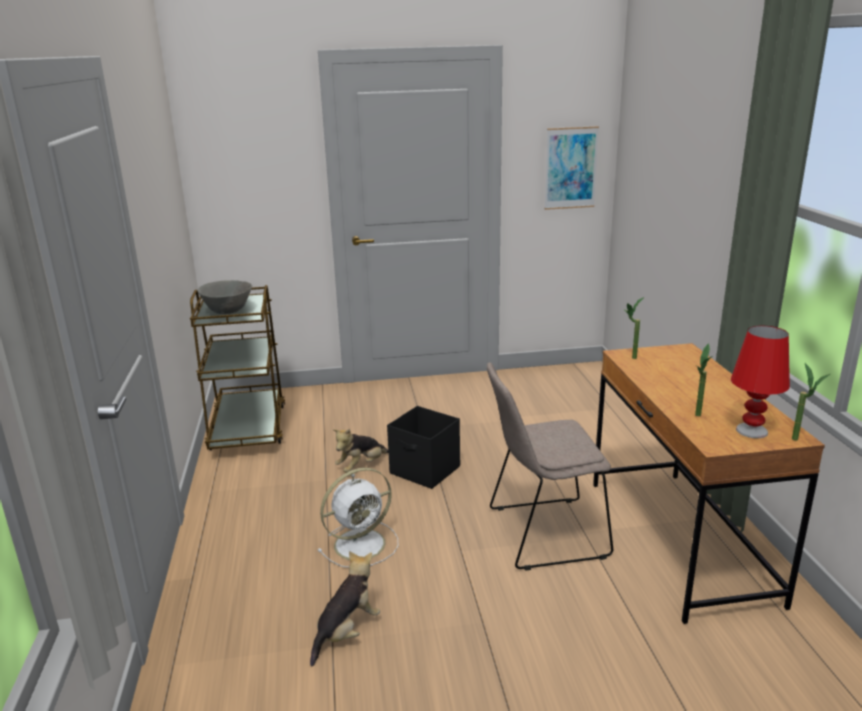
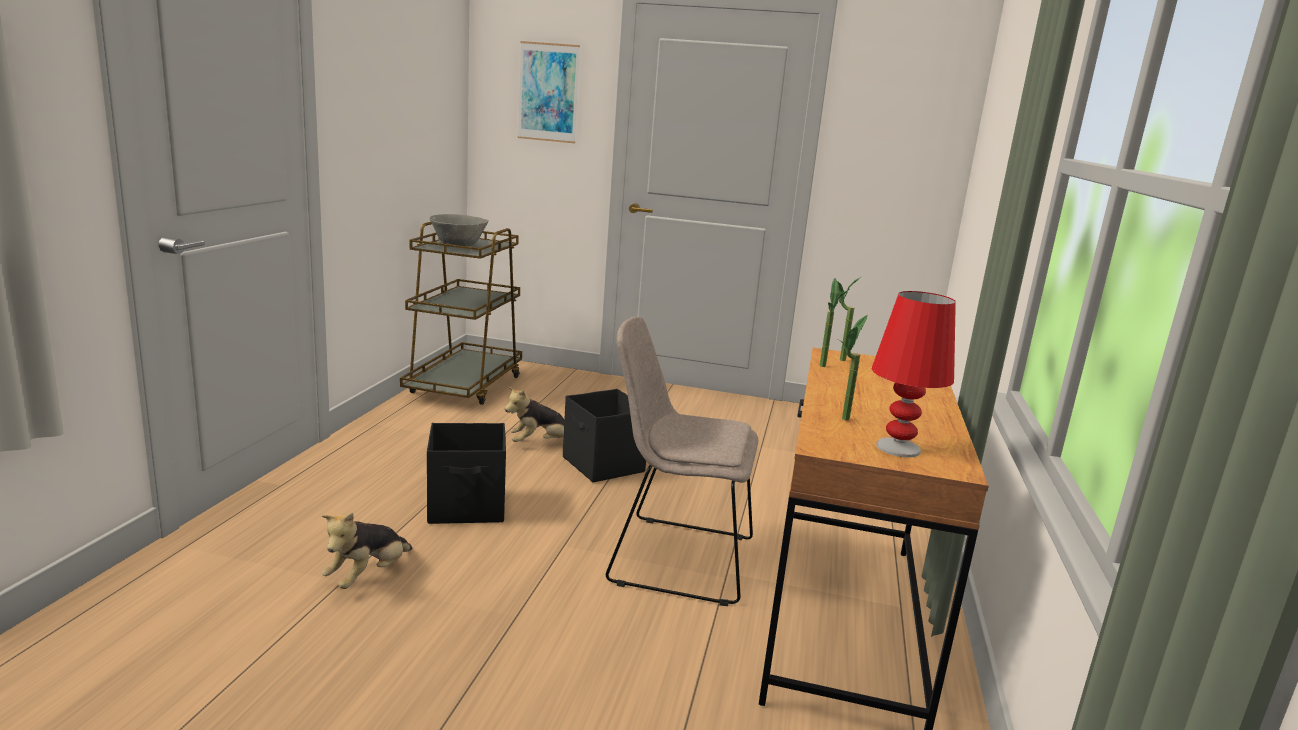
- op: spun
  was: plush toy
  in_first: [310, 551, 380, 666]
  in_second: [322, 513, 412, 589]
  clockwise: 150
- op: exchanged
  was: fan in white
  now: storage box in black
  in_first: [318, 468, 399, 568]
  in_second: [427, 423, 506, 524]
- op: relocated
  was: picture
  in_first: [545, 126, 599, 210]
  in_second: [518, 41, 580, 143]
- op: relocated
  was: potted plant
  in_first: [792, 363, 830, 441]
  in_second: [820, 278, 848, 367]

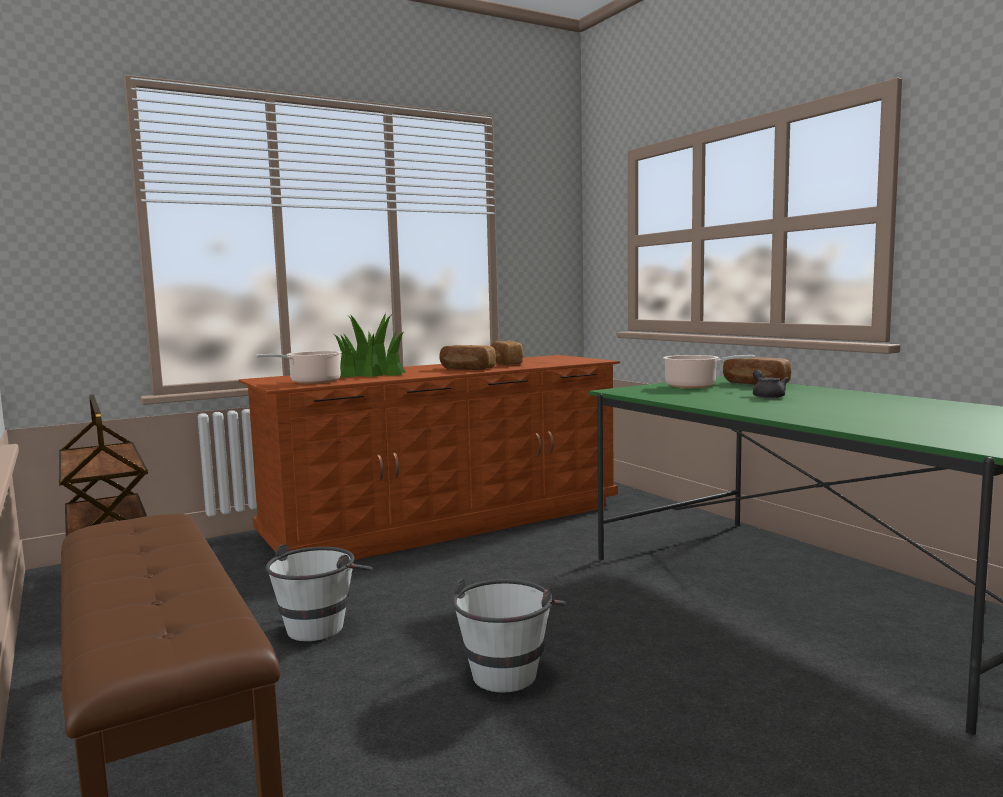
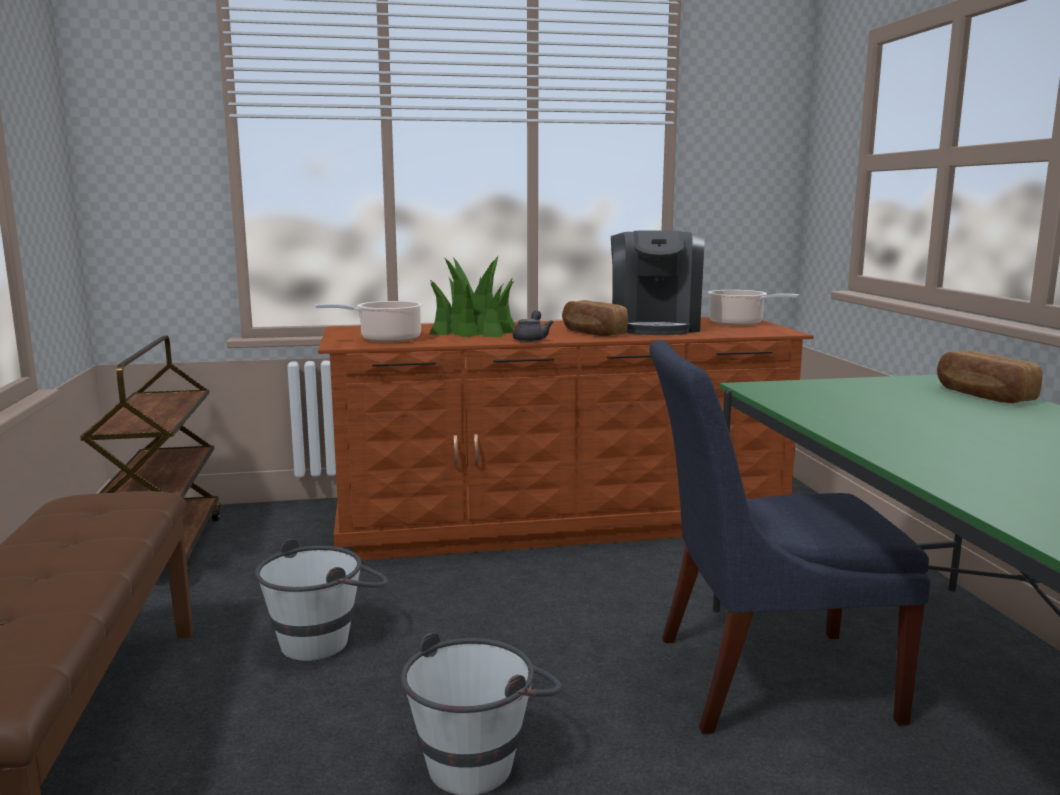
- op: exchanged
  was: bread
  now: coffee machine
  in_first: [491, 341, 523, 365]
  in_second: [611, 230, 705, 335]
- op: relocated
  was: cooking pot
  in_first: [663, 355, 755, 388]
  in_second: [708, 290, 799, 326]
- op: relocated
  was: teapot in grey
  in_first: [753, 370, 789, 399]
  in_second: [513, 310, 554, 342]
- op: appeared
  now: chair in blue
  in_second: [649, 340, 931, 734]

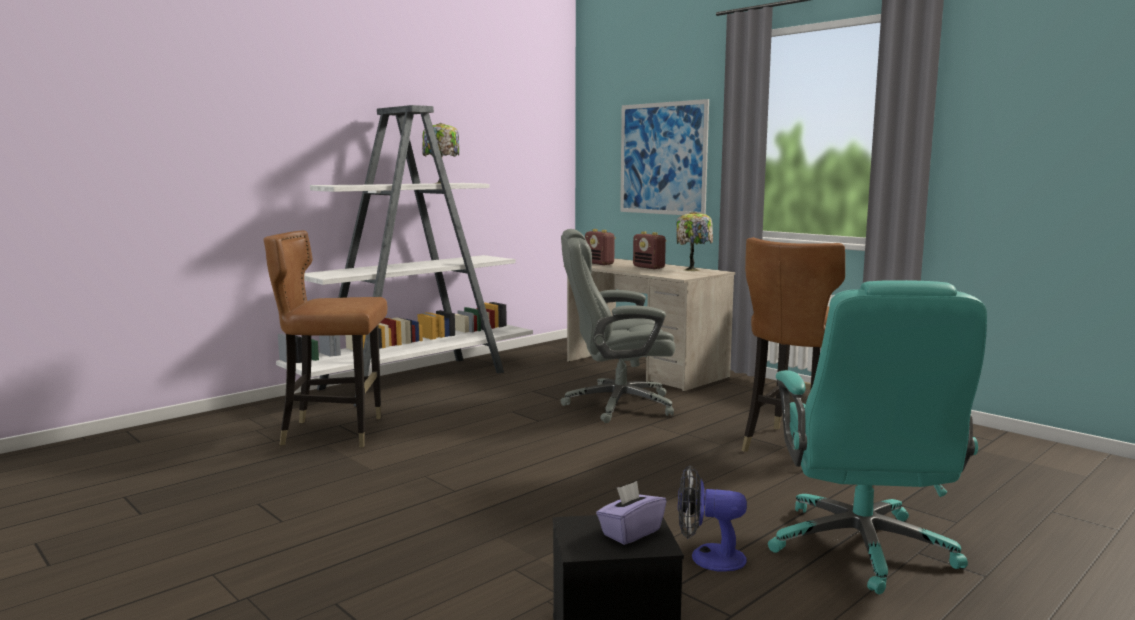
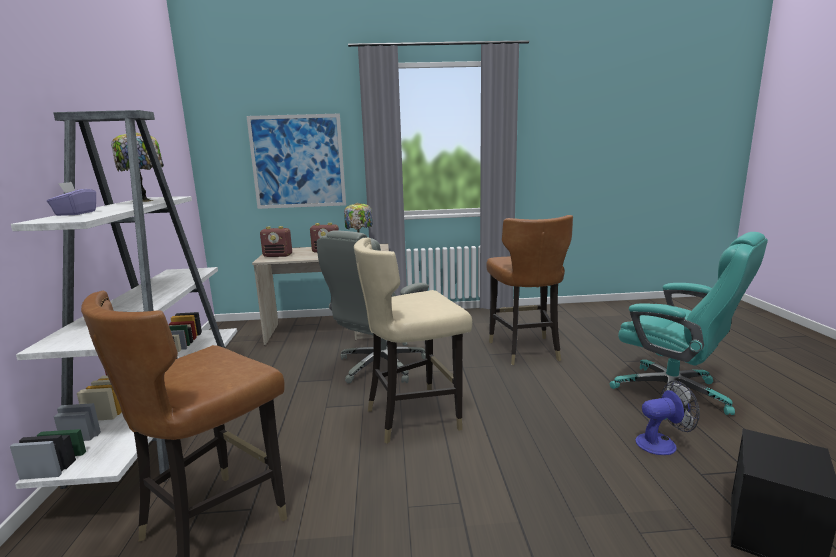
- op: relocated
  was: tissue box in purple
  in_first: [596, 481, 667, 545]
  in_second: [47, 182, 96, 216]
- op: spun
  was: fan
  in_first: [678, 465, 747, 572]
  in_second: [635, 380, 700, 455]
  clockwise: -150
- op: appeared
  now: chair in beige
  in_second: [354, 238, 472, 444]

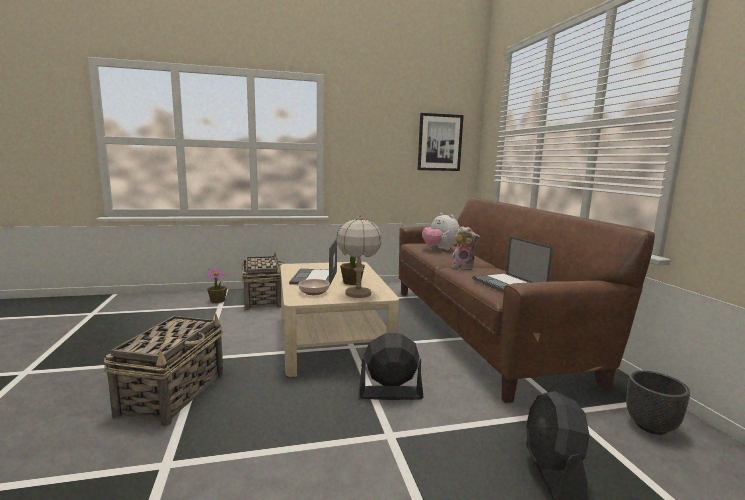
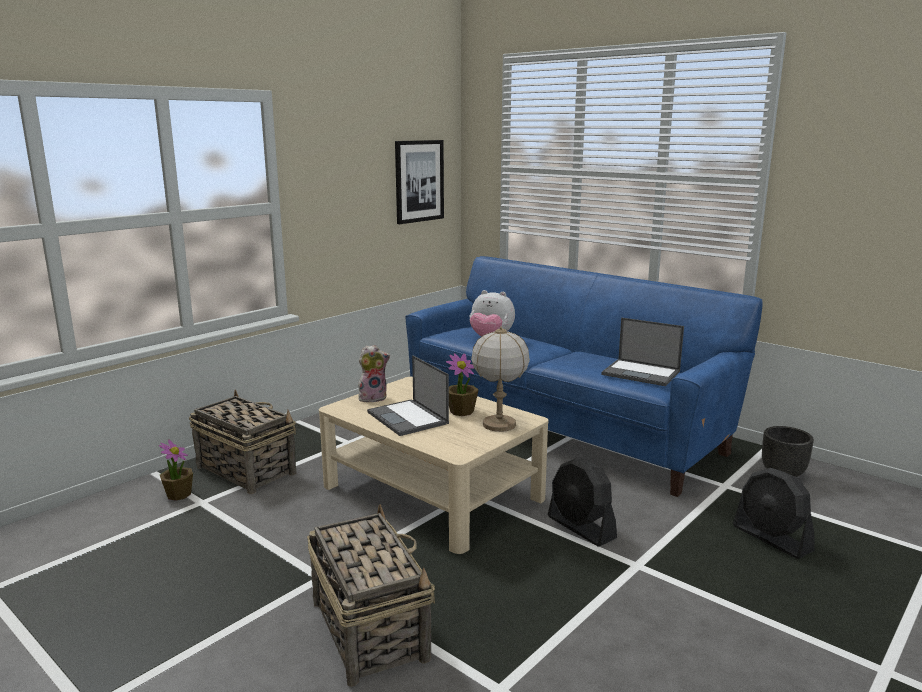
- op: missing
  was: bowl
  in_first: [298, 279, 330, 295]
- op: spun
  was: fan in black
  in_first: [359, 333, 424, 400]
  in_second: [548, 459, 617, 547]
  clockwise: -90
- op: colour
  was: sofa in brown
  now: sofa in blue
  in_first: [399, 197, 655, 403]
  in_second: [406, 256, 763, 497]
- op: relocated
  was: plush toy
  in_first: [451, 226, 480, 270]
  in_second: [358, 345, 390, 402]

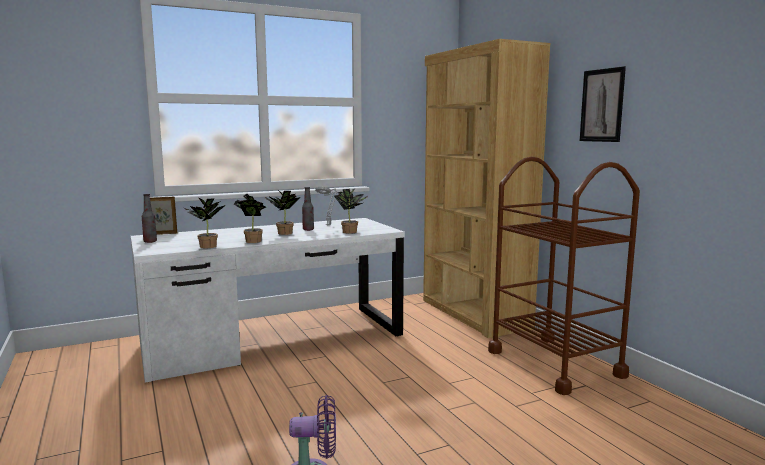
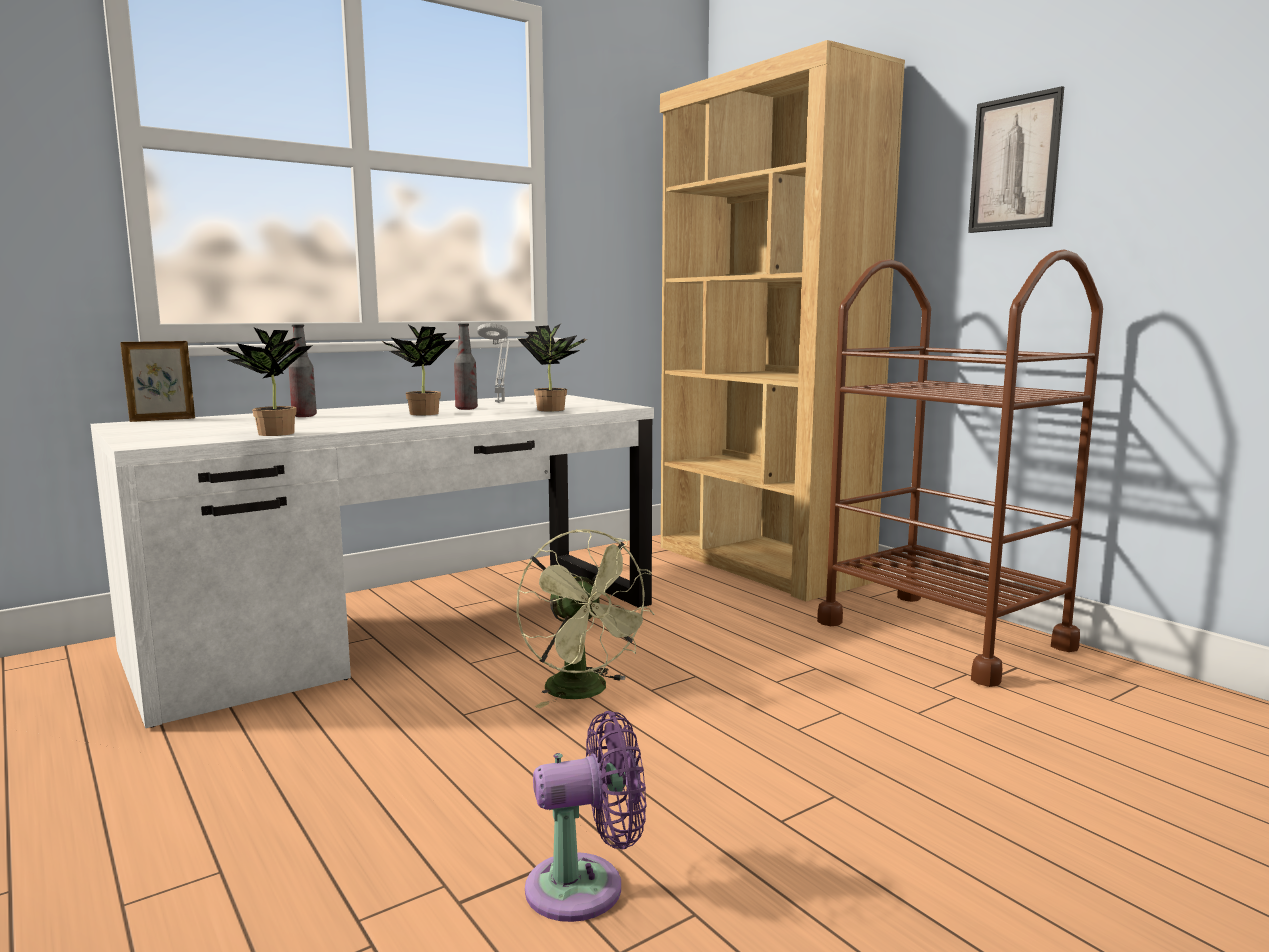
- op: relocated
  was: bottle
  in_first: [142, 194, 157, 243]
  in_second: [289, 324, 317, 417]
- op: missing
  was: potted plant
  in_first: [234, 194, 266, 243]
- op: appeared
  now: fan in green
  in_second: [516, 529, 655, 708]

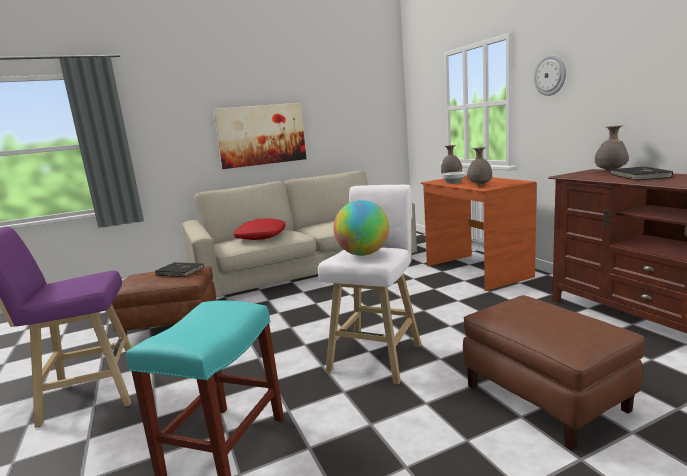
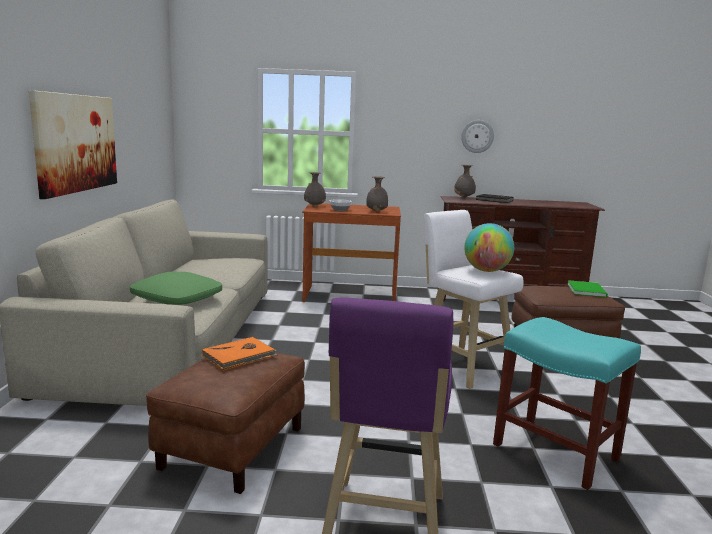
- op: colour
  was: book in black
  now: book in orange
  in_first: [155, 262, 204, 277]
  in_second: [202, 337, 277, 371]
- op: colour
  was: pillow in red
  now: pillow in green
  in_first: [233, 218, 286, 240]
  in_second: [130, 272, 222, 305]
- op: relocated
  was: wall clock
  in_first: [534, 55, 566, 96]
  in_second: [461, 120, 494, 153]
- op: appeared
  now: book in green
  in_second: [568, 280, 608, 297]

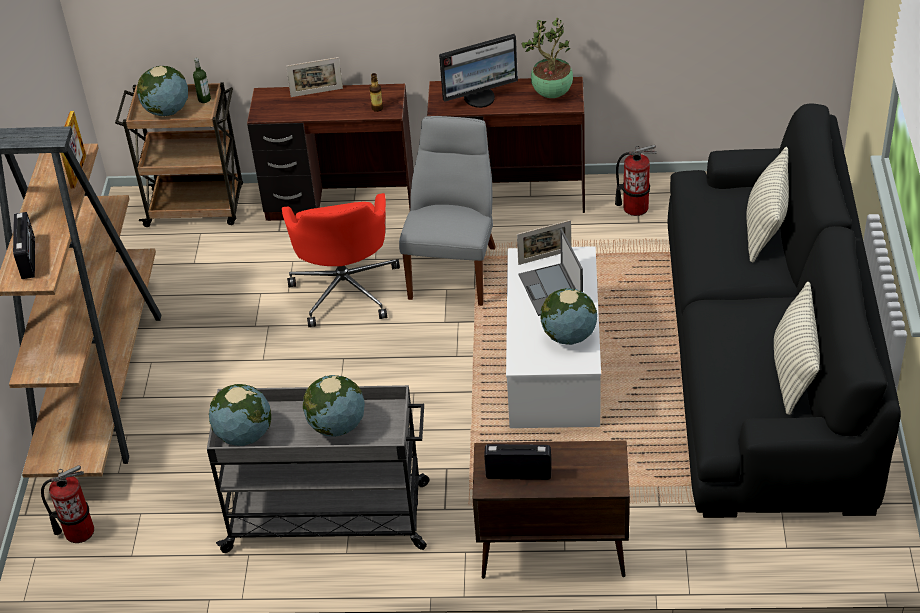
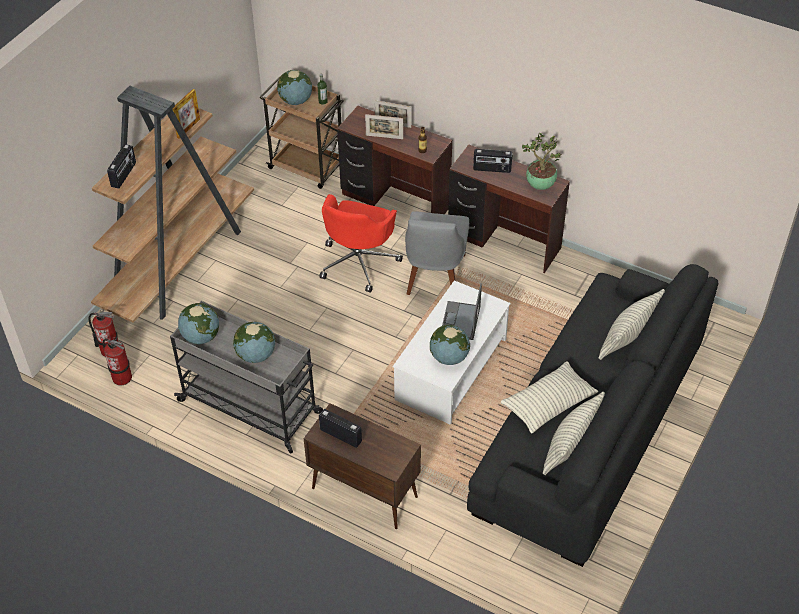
- op: spun
  was: chair in grey
  in_first: [399, 116, 496, 306]
  in_second: [405, 211, 469, 295]
  clockwise: 150
- op: exchanged
  was: monitor
  now: radio
  in_first: [439, 34, 518, 108]
  in_second: [473, 149, 513, 173]
- op: relocated
  was: picture frame
  in_first: [517, 220, 571, 265]
  in_second: [365, 114, 403, 139]
- op: relocated
  was: fire extinguisher
  in_first: [615, 145, 656, 216]
  in_second: [103, 337, 132, 385]
- op: appeared
  now: pillow
  in_second: [501, 361, 598, 433]

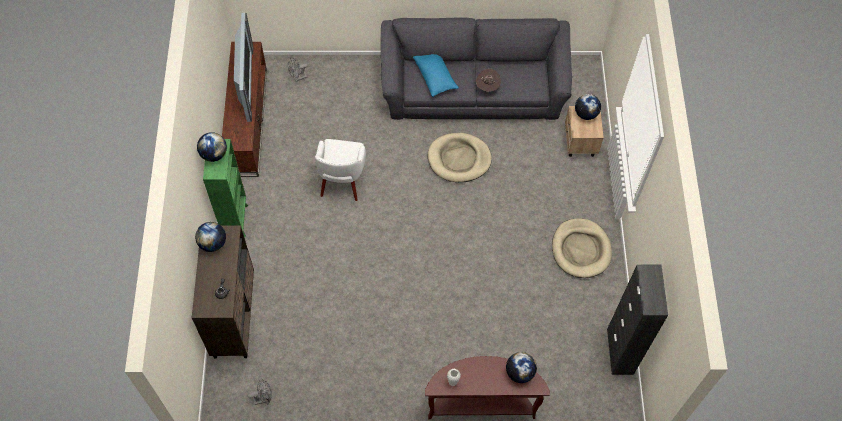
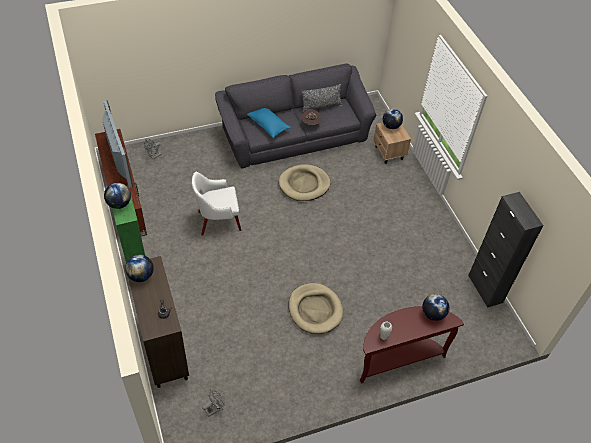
- op: spun
  was: armchair in white
  in_first: [315, 139, 366, 201]
  in_second: [192, 172, 241, 236]
  clockwise: 90
- op: relocated
  was: dog bed in beige
  in_first: [552, 218, 612, 278]
  in_second: [289, 283, 343, 334]
- op: appeared
  now: pillow in grey
  in_second: [301, 84, 342, 113]

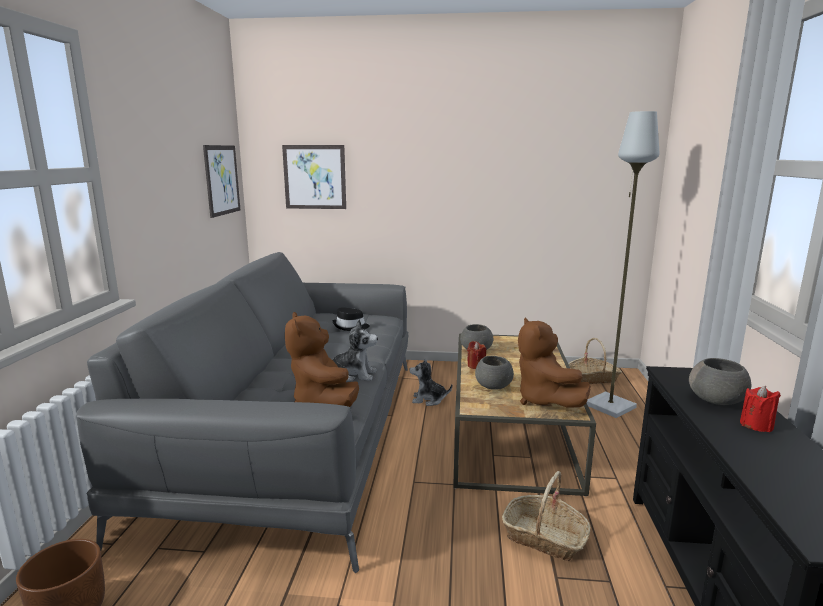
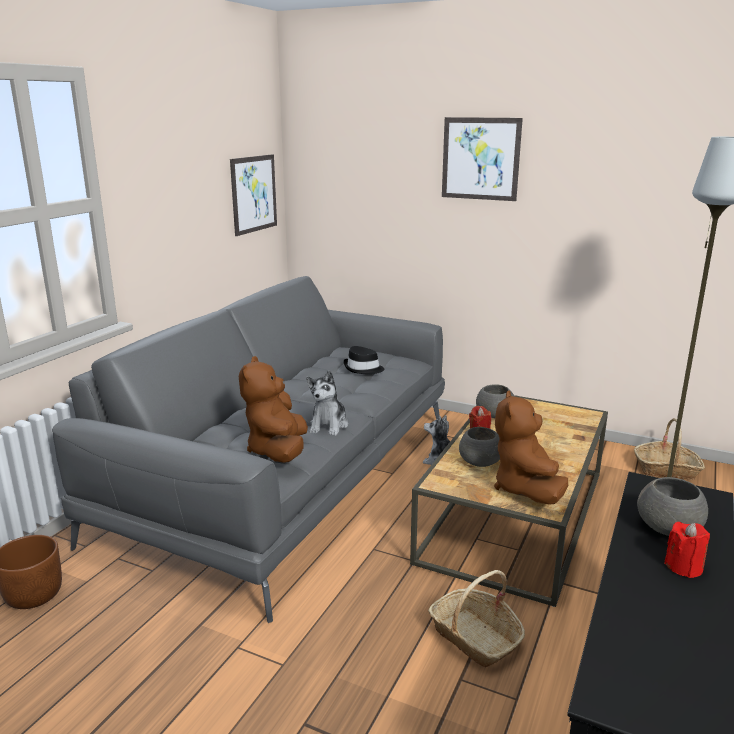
- op: relocated
  was: picture
  in_first: [282, 145, 346, 209]
  in_second: [442, 117, 523, 201]
- op: spun
  was: plush toy
  in_first: [333, 320, 378, 381]
  in_second: [306, 371, 348, 436]
  clockwise: 75

